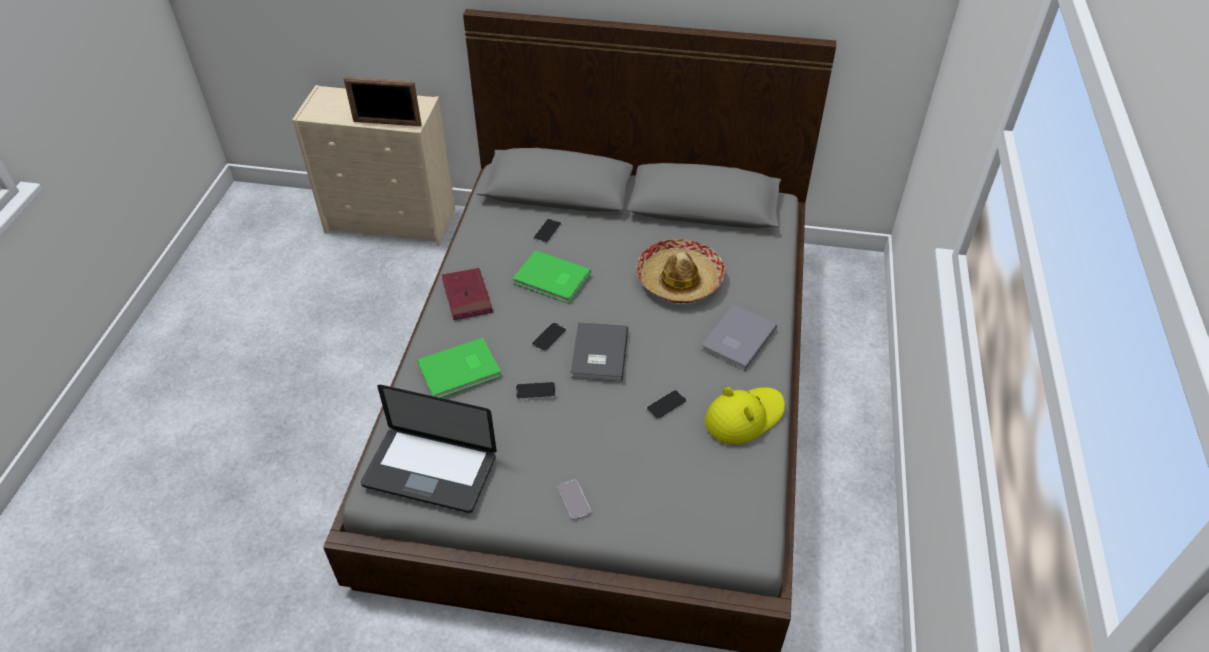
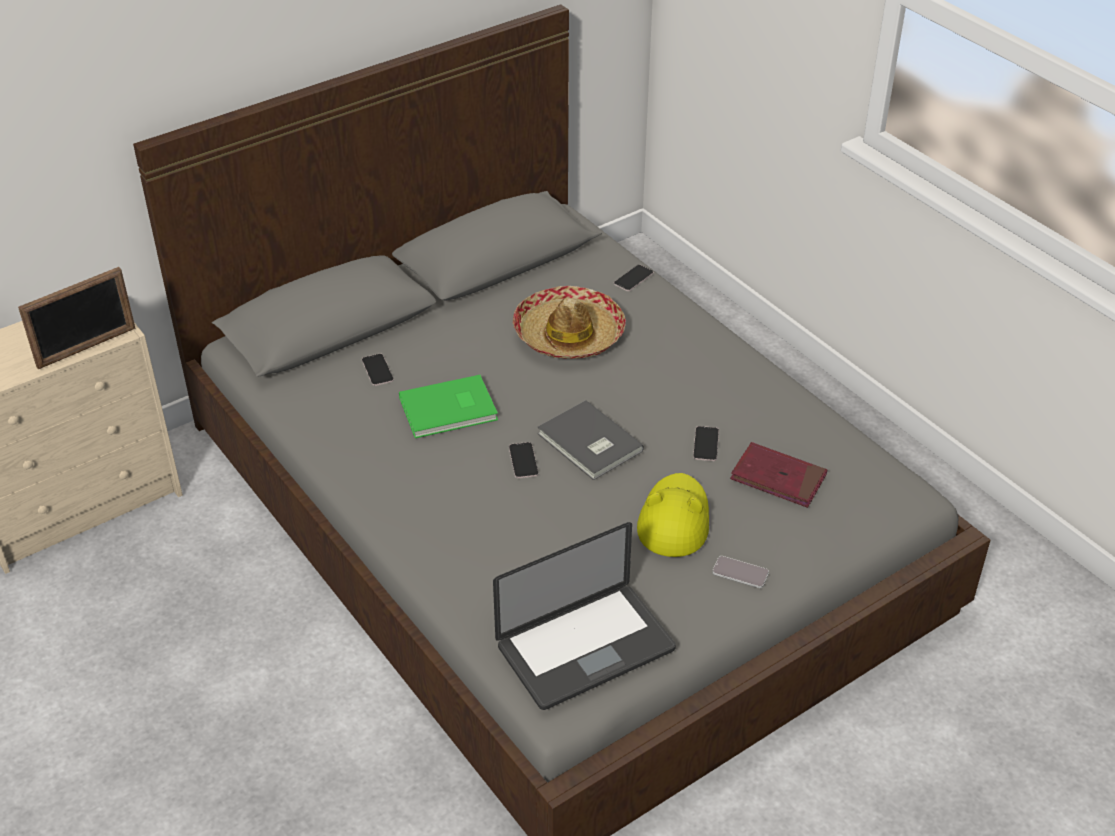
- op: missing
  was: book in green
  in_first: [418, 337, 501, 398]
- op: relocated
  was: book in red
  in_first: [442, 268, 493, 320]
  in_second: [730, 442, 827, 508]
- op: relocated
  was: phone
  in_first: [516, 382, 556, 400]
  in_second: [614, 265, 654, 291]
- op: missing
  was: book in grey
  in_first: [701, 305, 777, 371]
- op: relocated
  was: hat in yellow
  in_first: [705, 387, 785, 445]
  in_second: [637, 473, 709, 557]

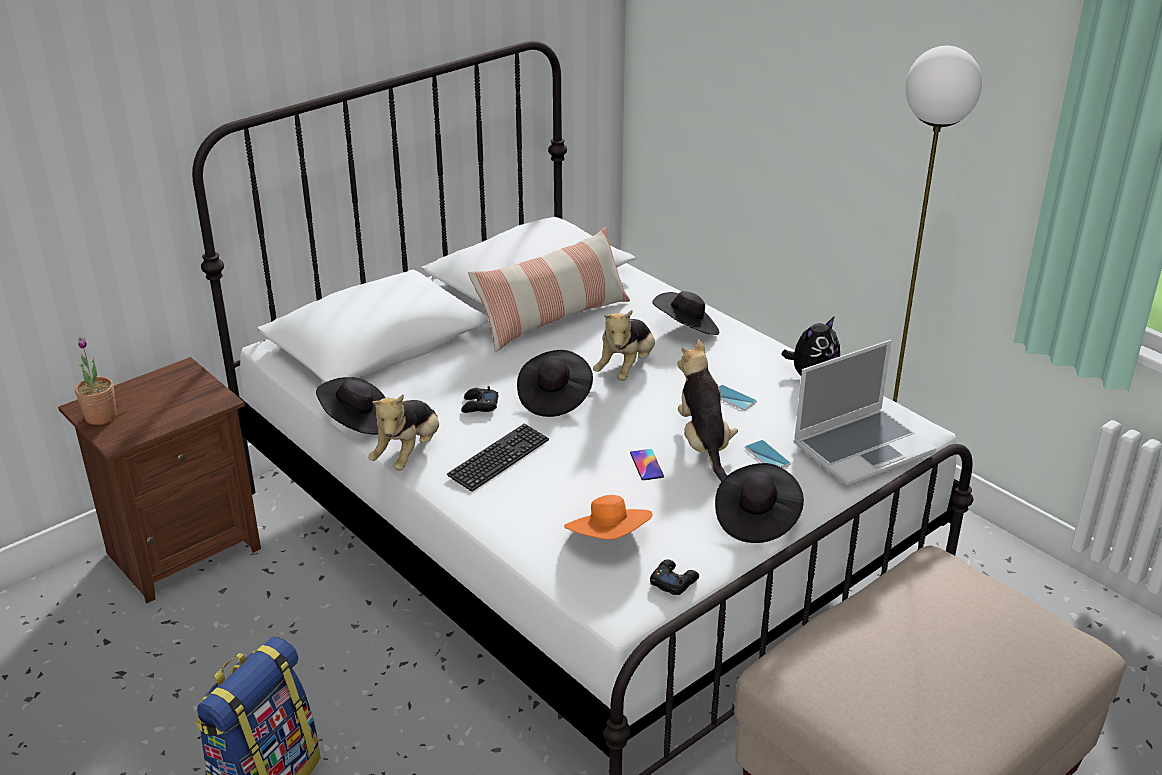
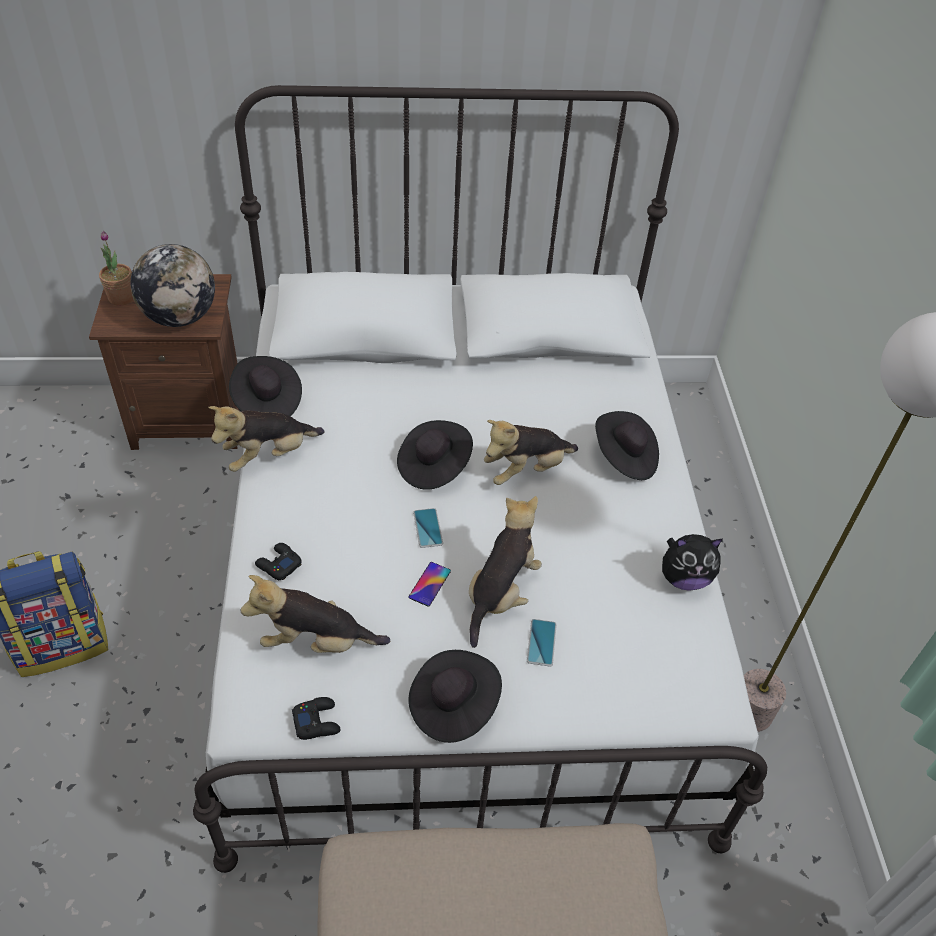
- op: missing
  was: keyboard
  in_first: [447, 424, 549, 492]
- op: relocated
  was: game controller in black
  in_first: [461, 386, 498, 413]
  in_second: [255, 543, 302, 580]
- op: missing
  was: pillow
  in_first: [468, 227, 630, 353]
- op: exchanged
  was: hat in orange
  now: plush toy
  in_first: [564, 495, 652, 540]
  in_second: [241, 575, 390, 653]
- op: relocated
  was: phone
  in_first: [719, 385, 757, 410]
  in_second: [413, 508, 443, 548]
- op: missing
  was: laptop
  in_first: [793, 340, 936, 486]
- op: appeared
  now: globe
  in_second: [131, 244, 215, 327]

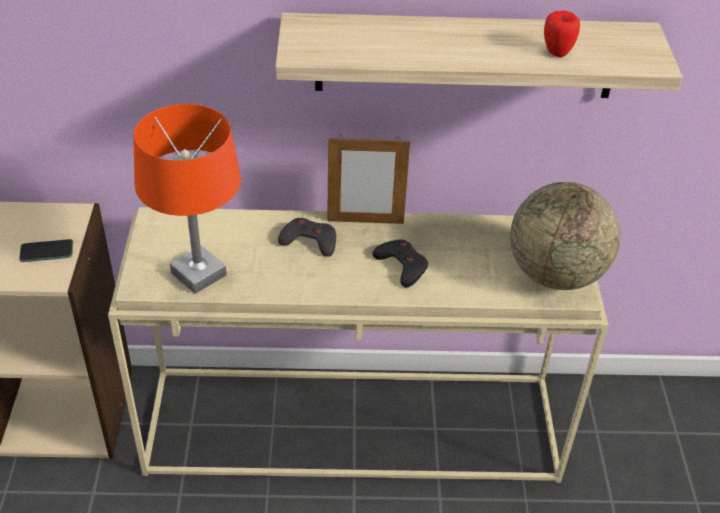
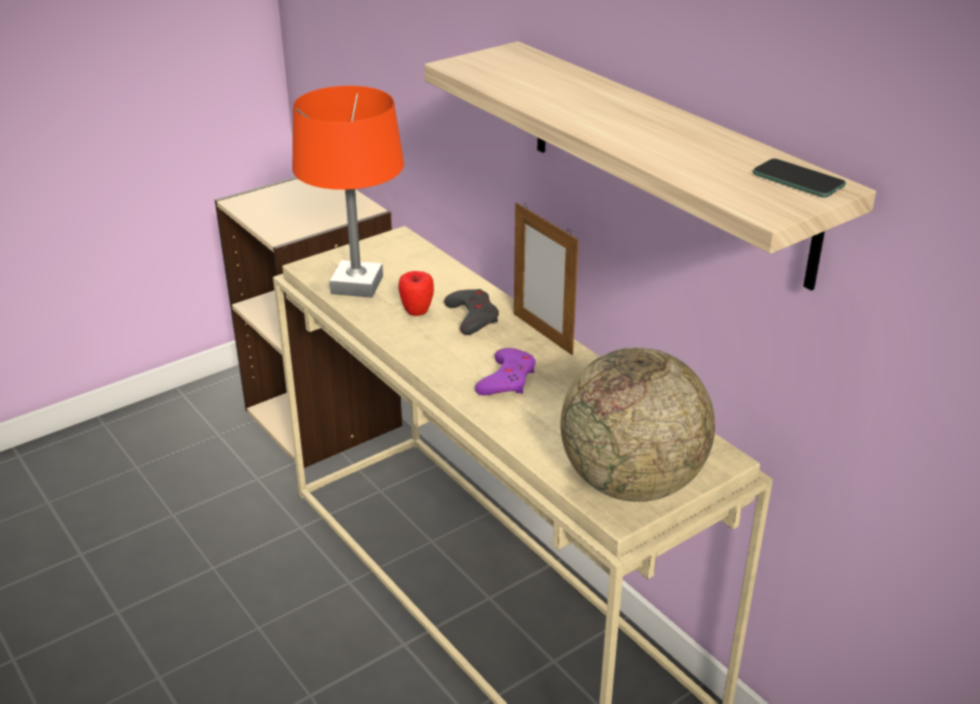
- op: relocated
  was: phone
  in_first: [19, 239, 73, 262]
  in_second: [752, 159, 846, 198]
- op: colour
  was: game controller in black
  now: game controller in purple
  in_first: [373, 239, 428, 287]
  in_second: [475, 348, 536, 396]
- op: relocated
  was: apple
  in_first: [544, 10, 580, 57]
  in_second: [398, 271, 434, 316]

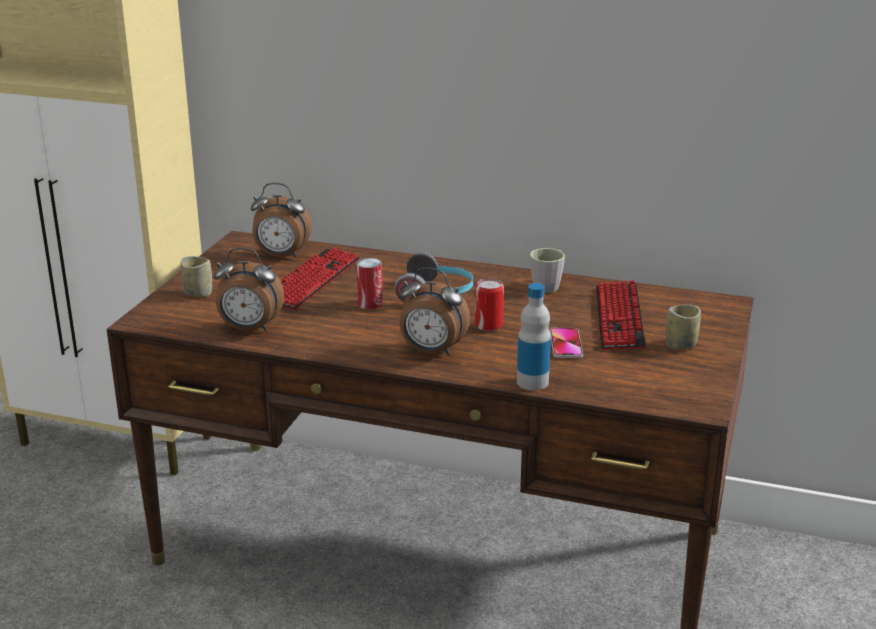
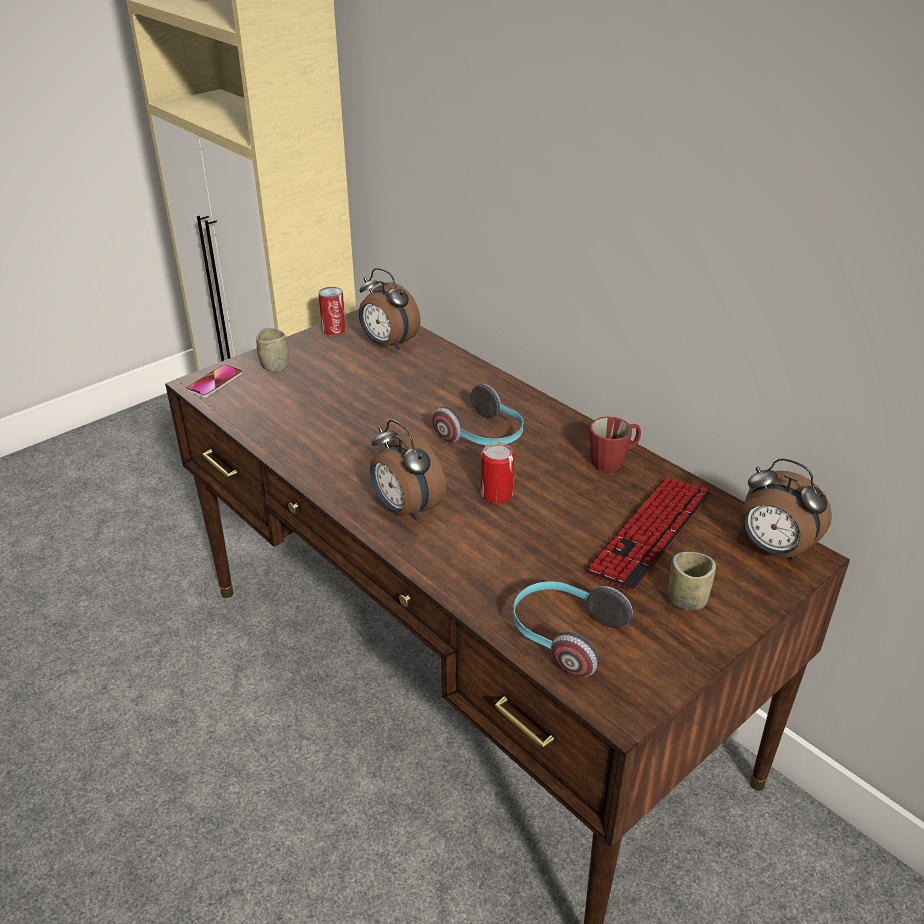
- op: relocated
  was: alarm clock
  in_first: [214, 248, 284, 332]
  in_second: [740, 458, 832, 561]
- op: missing
  was: keyboard
  in_first: [281, 248, 360, 310]
- op: relocated
  was: can
  in_first: [356, 258, 383, 309]
  in_second: [318, 287, 346, 336]
- op: missing
  was: bottle
  in_first: [517, 283, 551, 390]
- op: colour
  was: mug in grey
  now: mug in red
  in_first: [530, 248, 565, 293]
  in_second: [590, 417, 641, 472]
- op: relocated
  was: phone
  in_first: [550, 328, 583, 358]
  in_second: [186, 364, 243, 398]
- op: appeared
  now: headphones
  in_second: [513, 581, 633, 677]

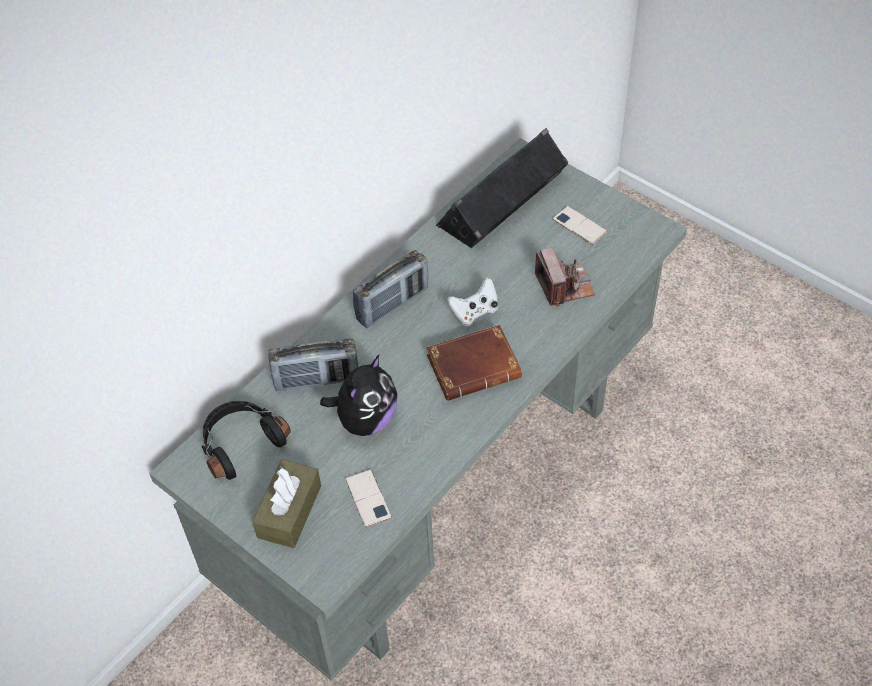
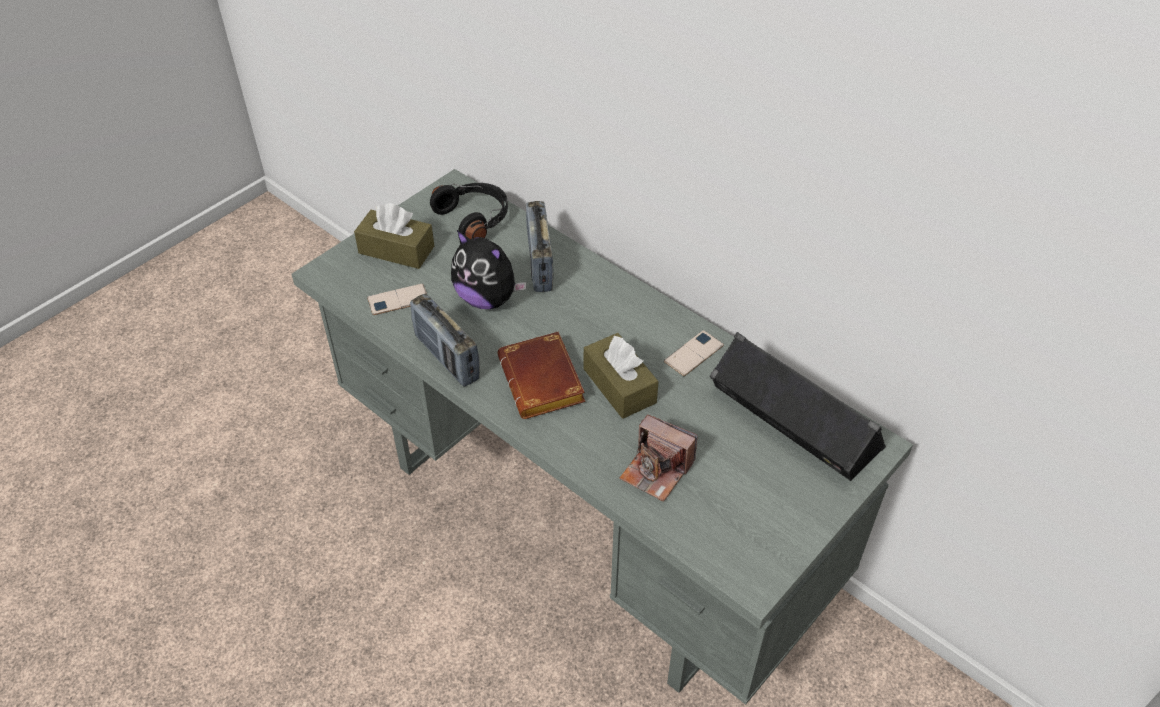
- op: relocated
  was: radio
  in_first: [353, 250, 428, 328]
  in_second: [410, 294, 480, 387]
- op: exchanged
  was: game controller in white
  now: tissue box in brown
  in_first: [447, 277, 498, 326]
  in_second: [584, 333, 659, 419]
- op: spun
  was: photo camera
  in_first: [535, 248, 595, 307]
  in_second: [619, 415, 697, 502]
  clockwise: 45
- op: relocated
  was: phone
  in_first: [552, 206, 607, 245]
  in_second: [664, 330, 724, 376]

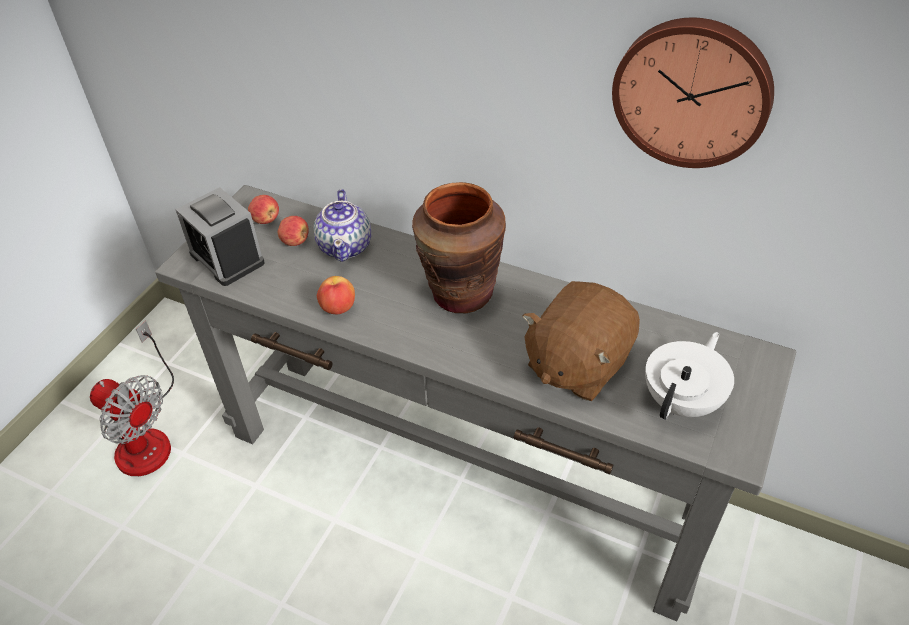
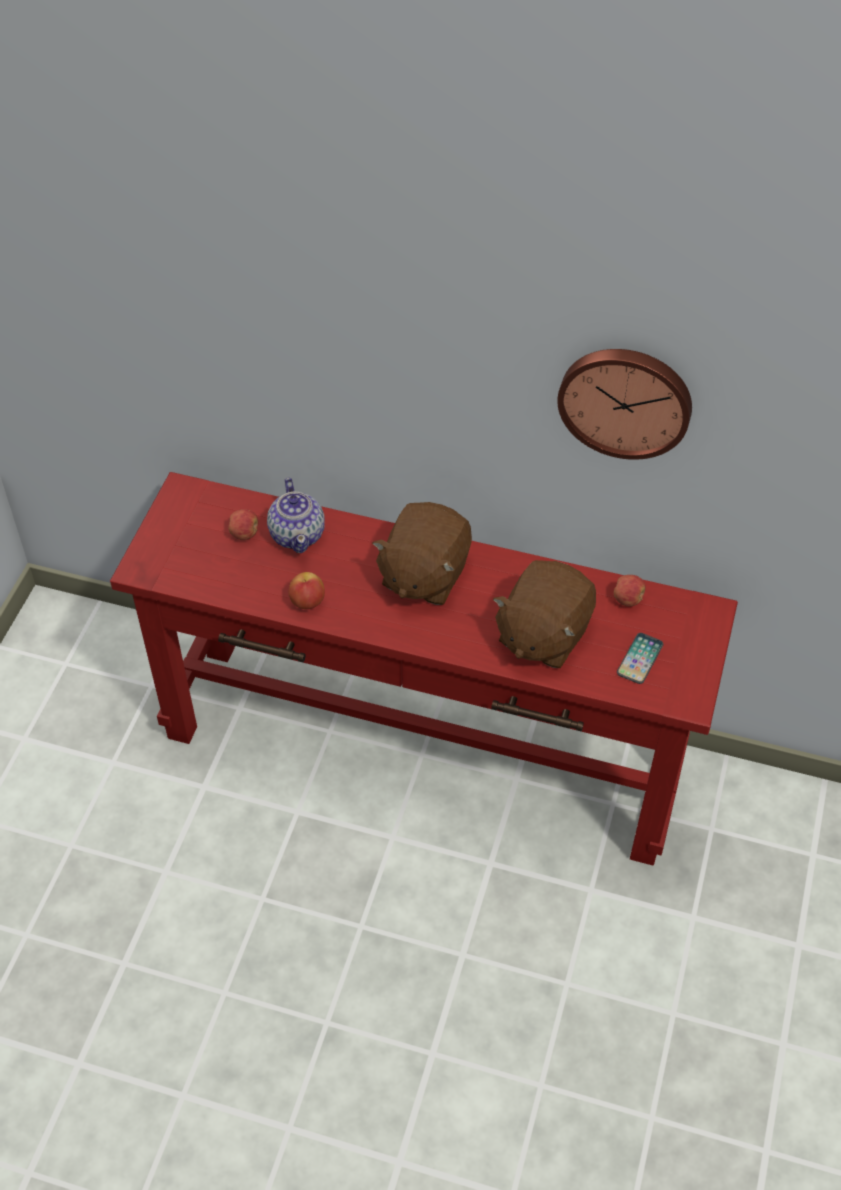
- op: missing
  was: fan
  in_first: [90, 321, 174, 476]
- op: colour
  was: console table in grey
  now: console table in red
  in_first: [155, 185, 796, 621]
  in_second: [110, 472, 738, 866]
- op: missing
  was: alarm clock
  in_first: [175, 187, 265, 286]
- op: relocated
  was: apple
  in_first: [248, 195, 279, 224]
  in_second: [614, 575, 646, 607]
- op: exchanged
  was: vase in brown
  now: plush toy in brown
  in_first: [412, 182, 506, 313]
  in_second: [372, 502, 472, 605]
- op: exchanged
  was: teapot in white
  now: phone
  in_first: [645, 332, 734, 420]
  in_second: [617, 633, 663, 684]

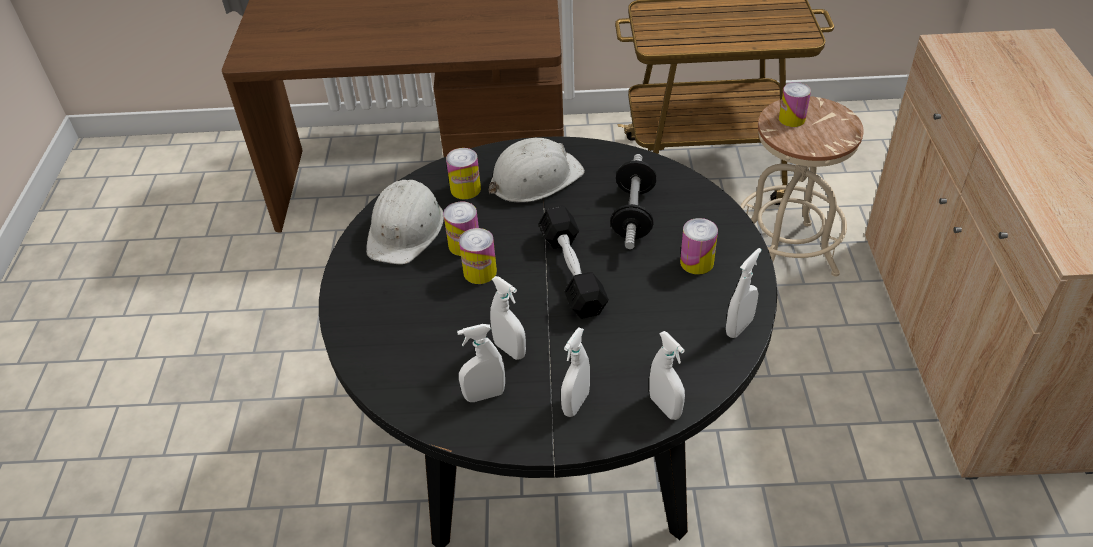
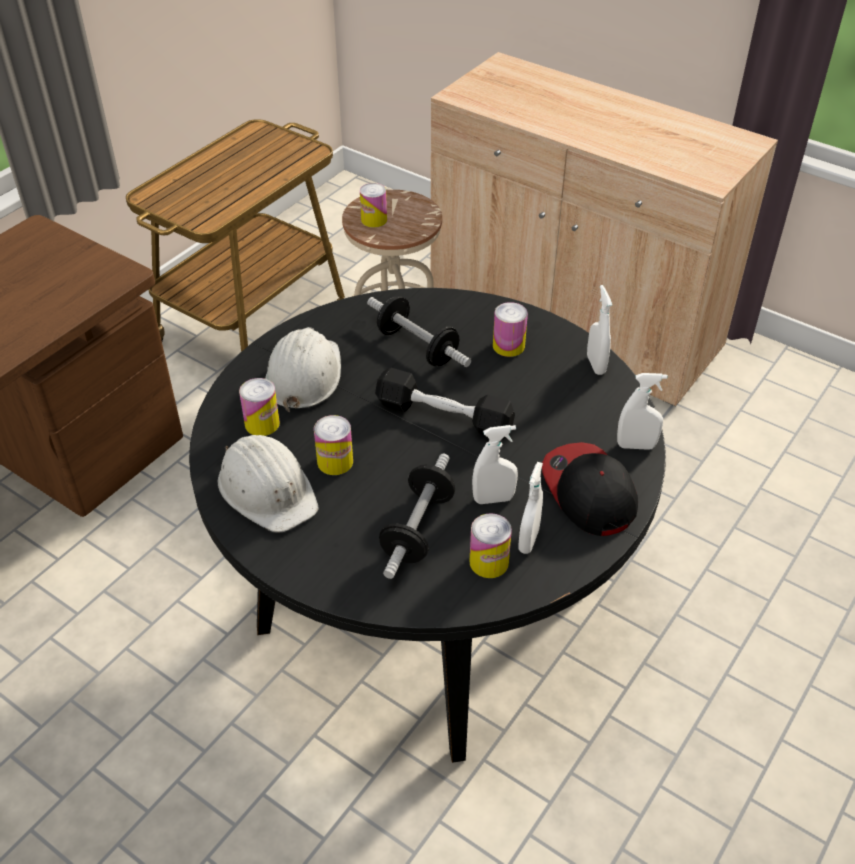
- op: relocated
  was: can
  in_first: [459, 228, 497, 284]
  in_second: [470, 513, 512, 578]
- op: exchanged
  was: spray bottle in white
  now: cap
  in_first: [561, 328, 590, 417]
  in_second: [542, 442, 638, 536]
- op: appeared
  now: dumbbell
  in_second: [379, 453, 455, 579]

